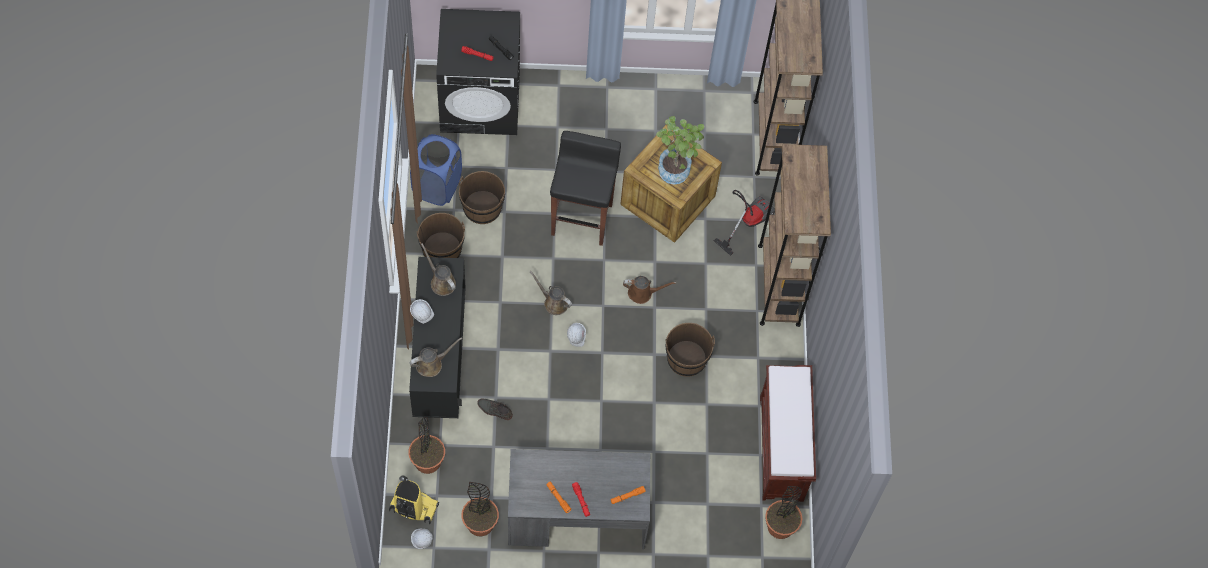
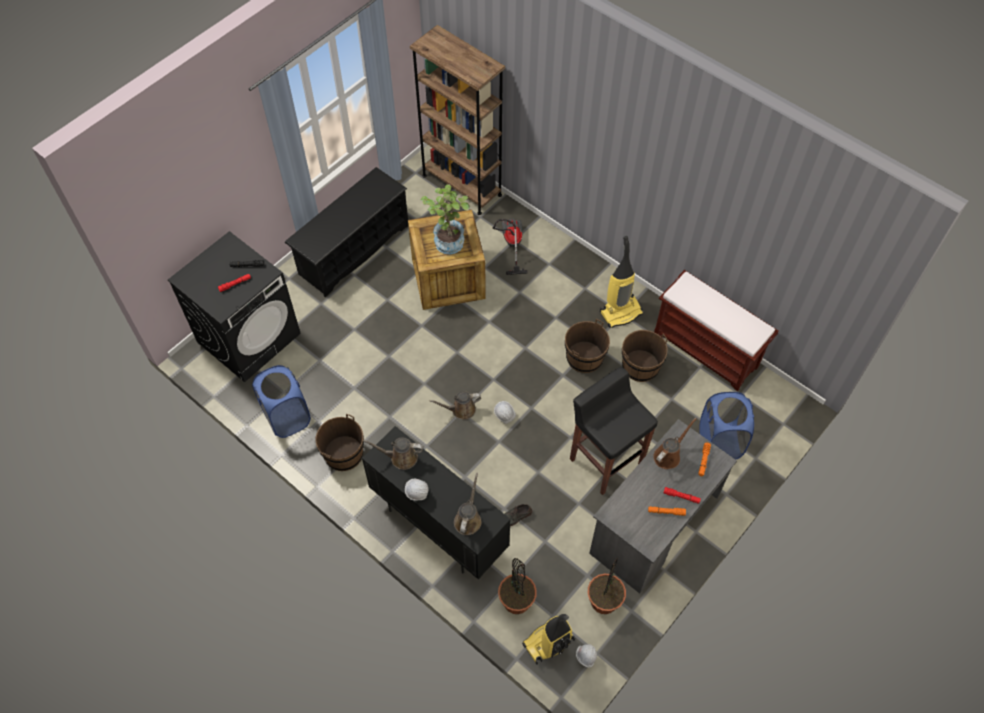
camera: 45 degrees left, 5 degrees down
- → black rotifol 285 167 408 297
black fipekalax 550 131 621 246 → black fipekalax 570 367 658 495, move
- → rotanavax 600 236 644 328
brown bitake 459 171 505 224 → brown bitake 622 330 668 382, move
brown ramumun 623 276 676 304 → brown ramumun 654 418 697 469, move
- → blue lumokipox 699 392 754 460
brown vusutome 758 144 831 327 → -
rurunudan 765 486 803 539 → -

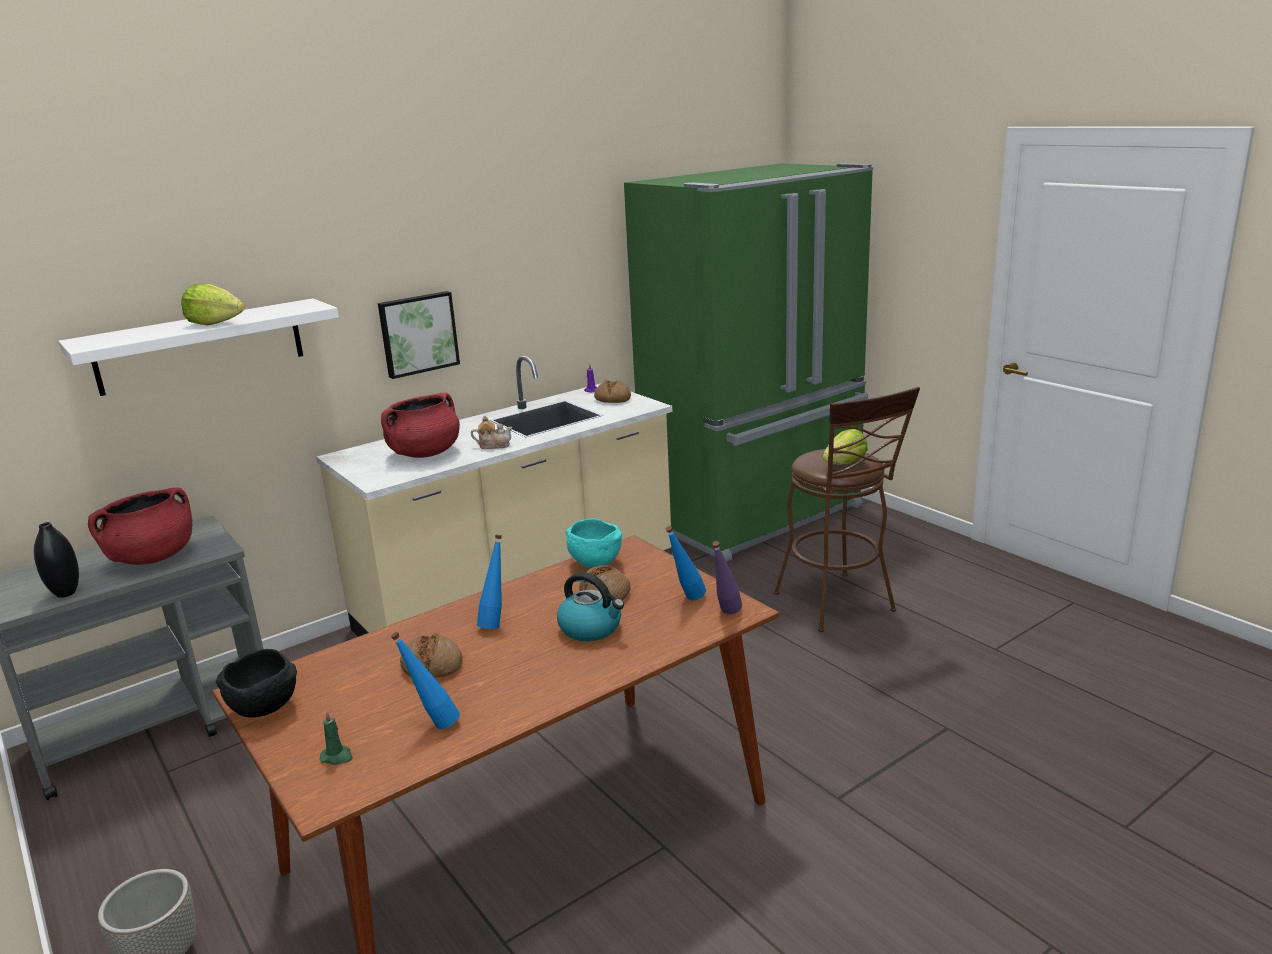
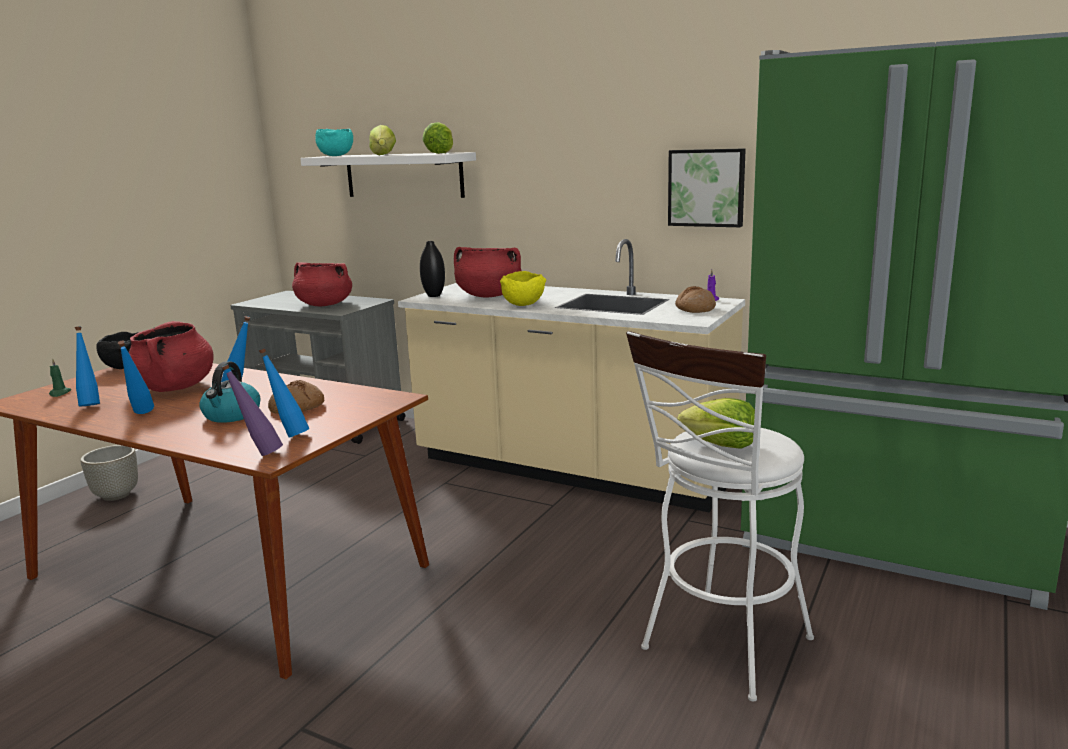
camera: 65 degrees right, 5 degrees down
- → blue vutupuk 118 341 154 414
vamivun 400 633 463 678 → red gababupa 129 321 214 392
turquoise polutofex 566 519 622 568 → turquoise polutofex 315 129 353 156, move
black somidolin 34 522 79 598 → black somidolin 420 241 445 297, move
- → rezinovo 423 122 453 154
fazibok 471 416 513 449 → yellow polutofex 500 271 546 306
brown fipekalax 774 387 920 632 → white fipekalax 626 331 814 702
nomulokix 378 291 460 379 → nomulokix 668 148 746 227, move

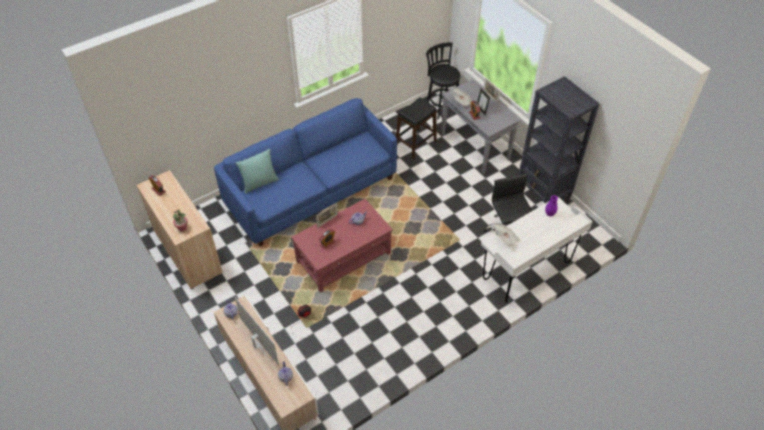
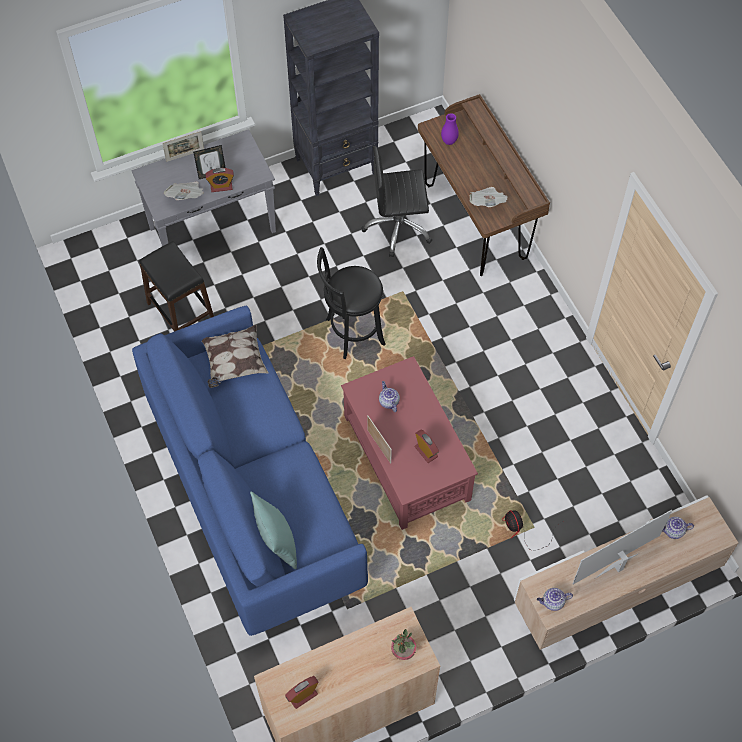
camera: 80 degrees left, 10 degrees up
- → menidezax 202 325 268 388
black fipekalax 426 42 460 120 → black fipekalax 317 247 385 359, move
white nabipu 481 197 593 302 → brown nabipu 418 94 550 276

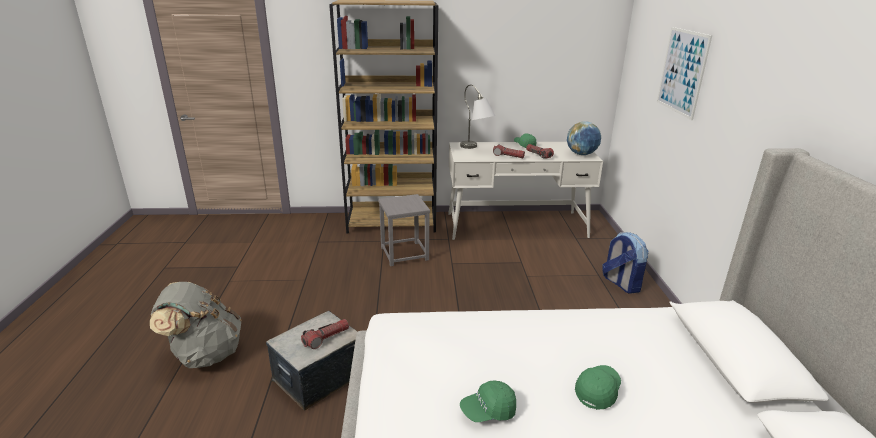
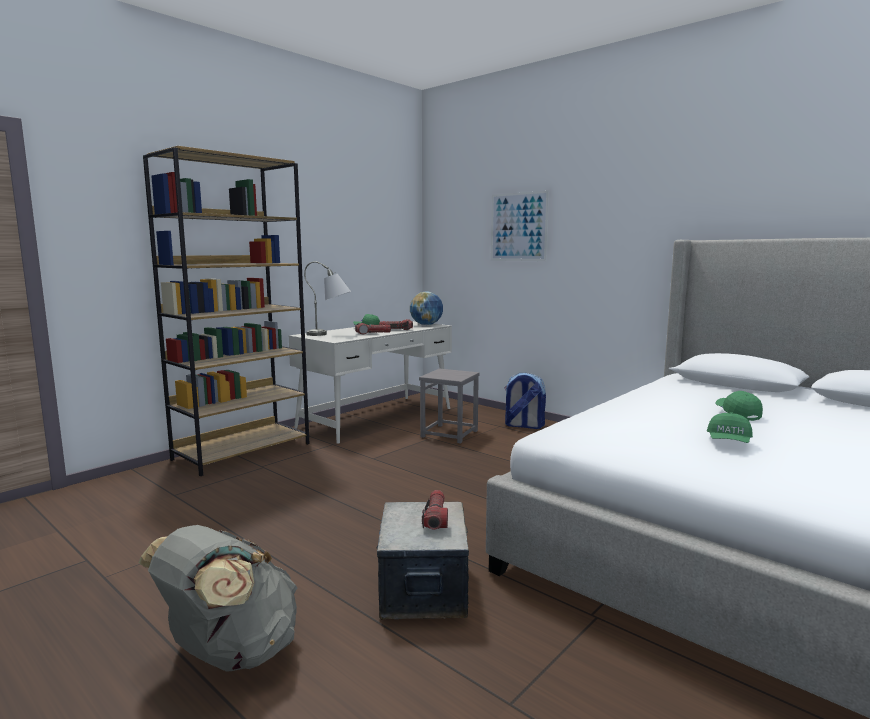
camera: 45 degrees left, 15 degrees down
grey fipekalax 378 194 430 266 → grey fipekalax 419 368 480 444, move

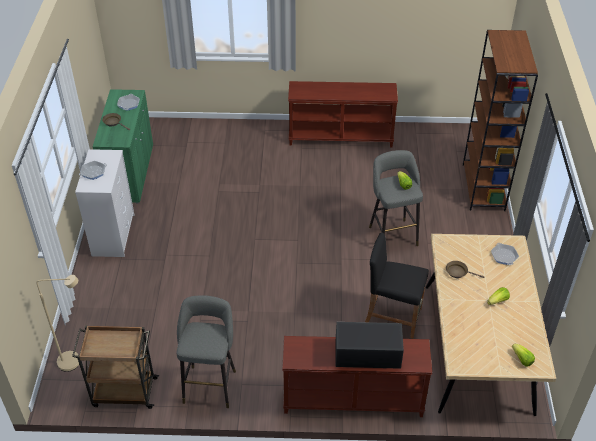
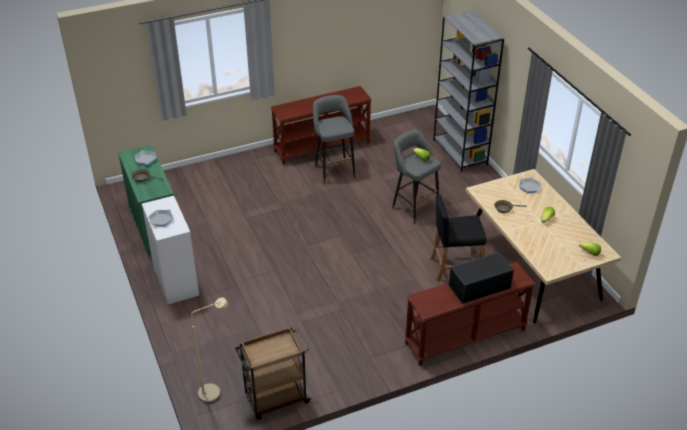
camera: 25 degrees left, 5 degrees down
grey fipekalax 177 295 236 408 → grey fipekalax 313 95 356 184, move
brown vusutome 463 30 538 211 → grey vusutome 433 11 504 173

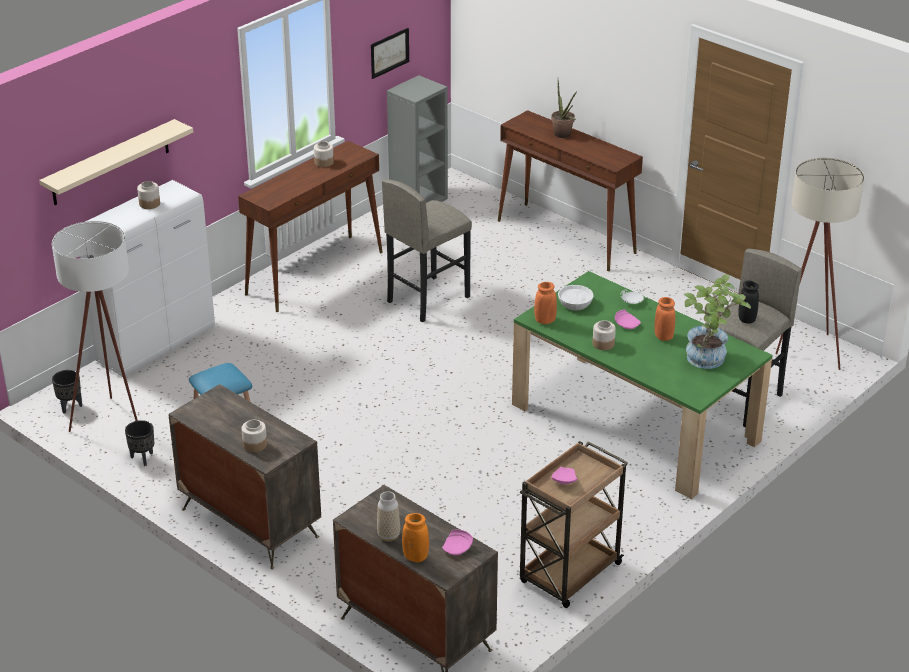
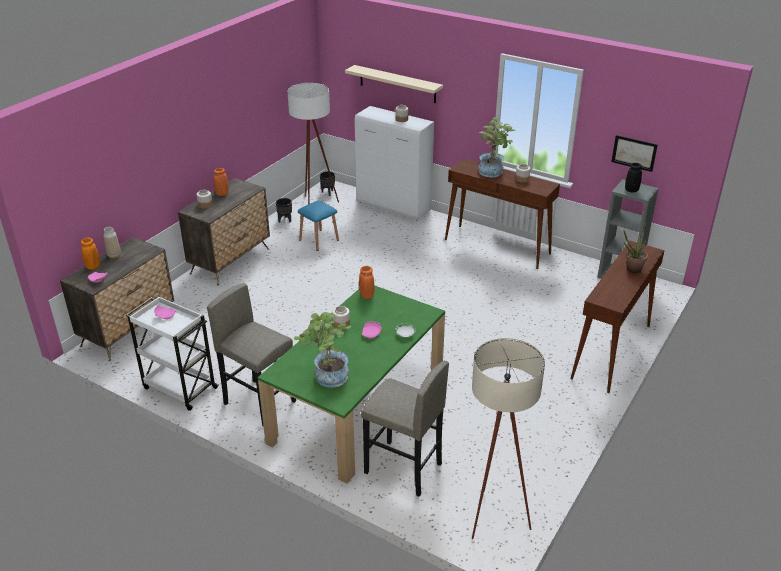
camera: 80 degrees right, 0 degrees up
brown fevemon 520 441 628 608 → white fevemon 126 296 219 411
grey fipekalax 382 179 472 322 → grey fipekalax 207 283 296 427, move
orange somidolin 654 297 675 341 → orange somidolin 213 168 229 196, move
- → rurunudan 479 117 517 177
black somidolin 738 280 759 324 → black somidolin 625 163 642 192, move
white polutofex 558 285 594 310 → -

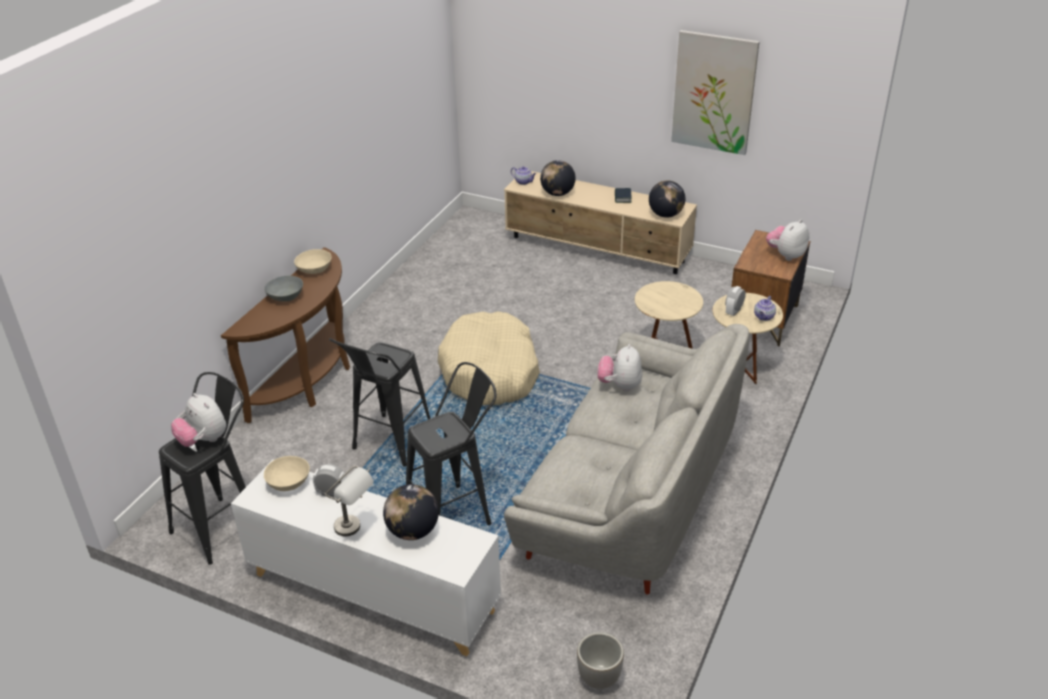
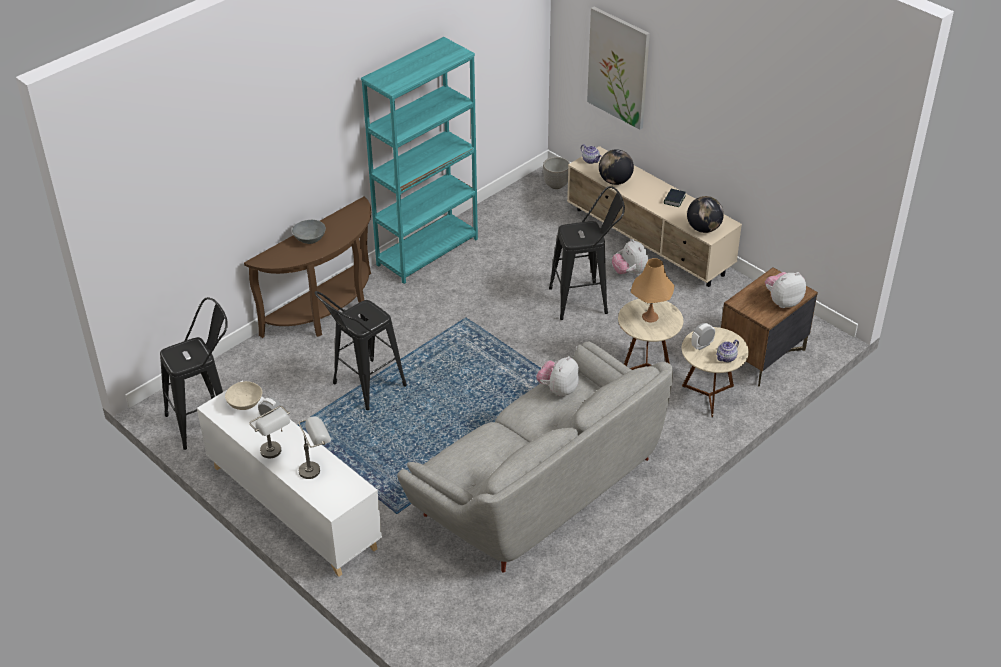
camera: 20 degrees right, 5 degrees up
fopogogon 383 484 439 540 → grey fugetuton 299 416 331 479
- → turquoise vusutome 361 37 478 284
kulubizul 577 632 624 689 → kulubizul 543 157 570 189, move
black fipekalax 406 362 497 525 → black fipekalax 549 186 625 320, move
nomulokix 671 30 760 155 → nomulokix 587 7 650 130, move
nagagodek 171 393 226 447 → nagagodek 612 239 649 275, move
- → orange fugetuton 631 258 675 323
beige polutofex 294 249 332 274 → -
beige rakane 438 311 540 405 → -

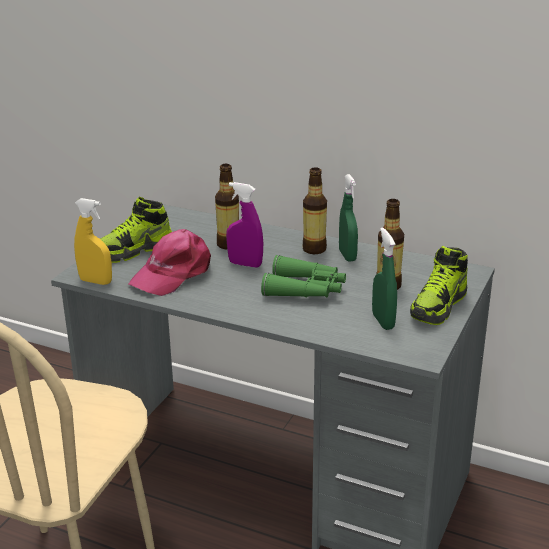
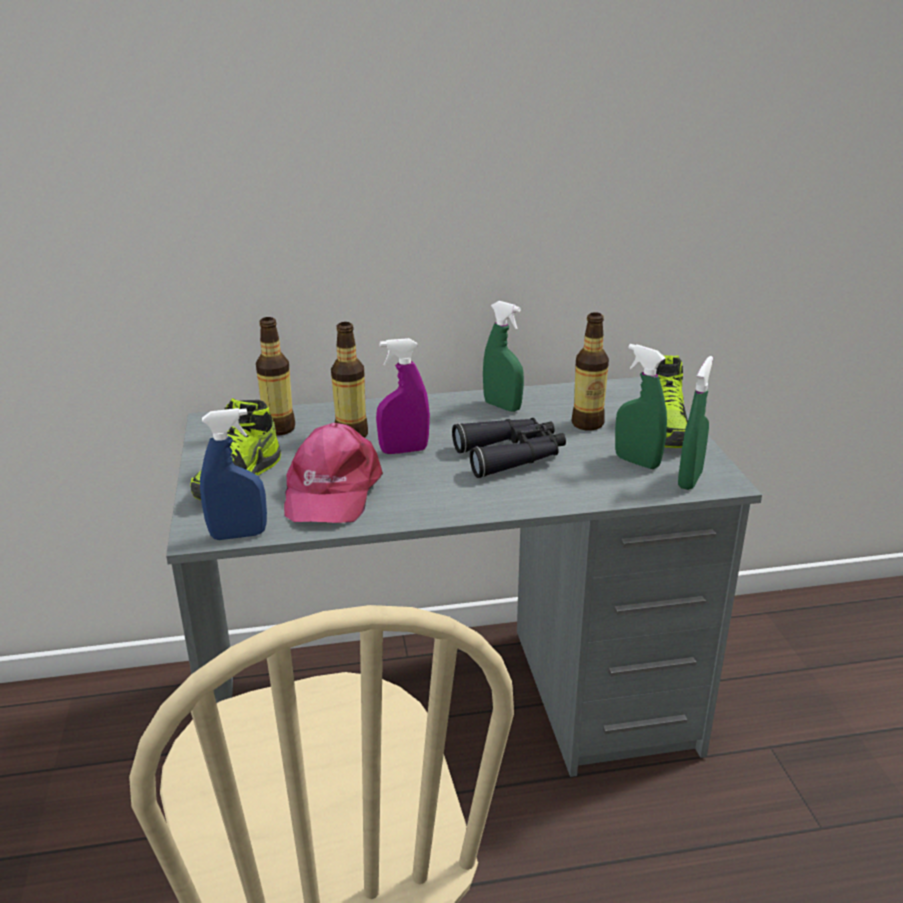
camera: 35 degrees left, 0 degrees up
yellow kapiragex 74 198 112 285 → blue kapiragex 200 408 267 540
vutupuk 302 167 327 254 → vutupuk 256 317 295 436, move
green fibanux 261 255 346 297 → black fibanux 452 418 566 478
- → green kapiragex 678 356 713 490

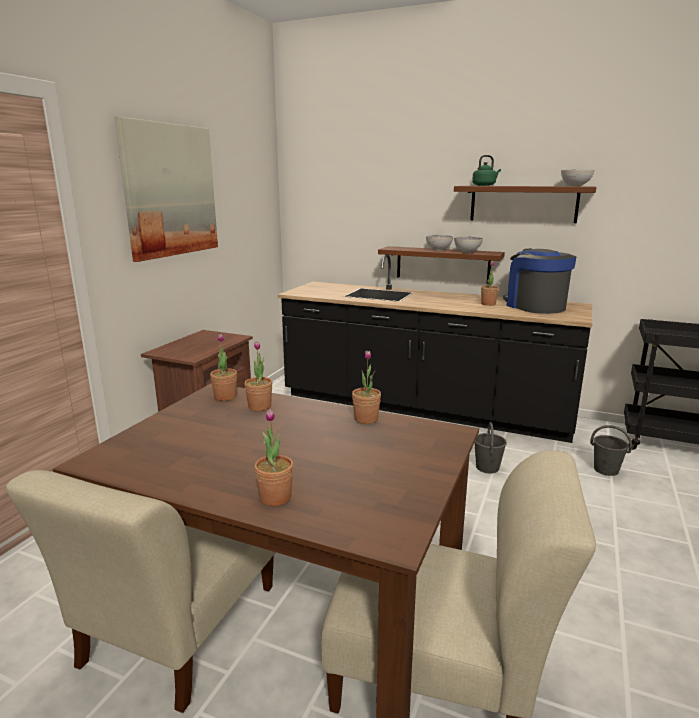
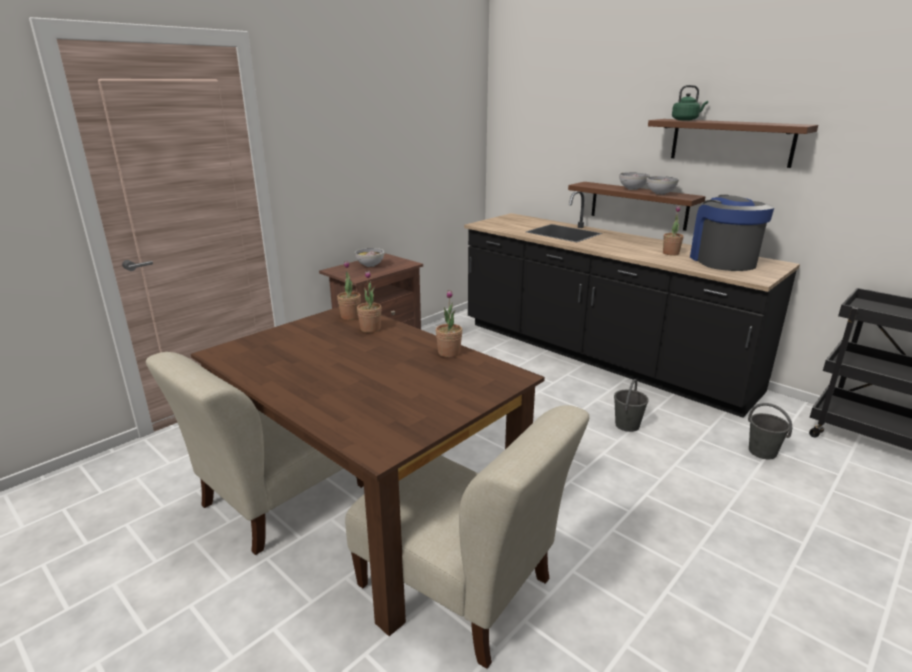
camera: 20 degrees right, 5 degrees up
polutofex 561 170 594 186 → polutofex 355 248 384 267, move
nomulokix 114 117 218 262 → -
rurunudan 254 409 293 506 → -

